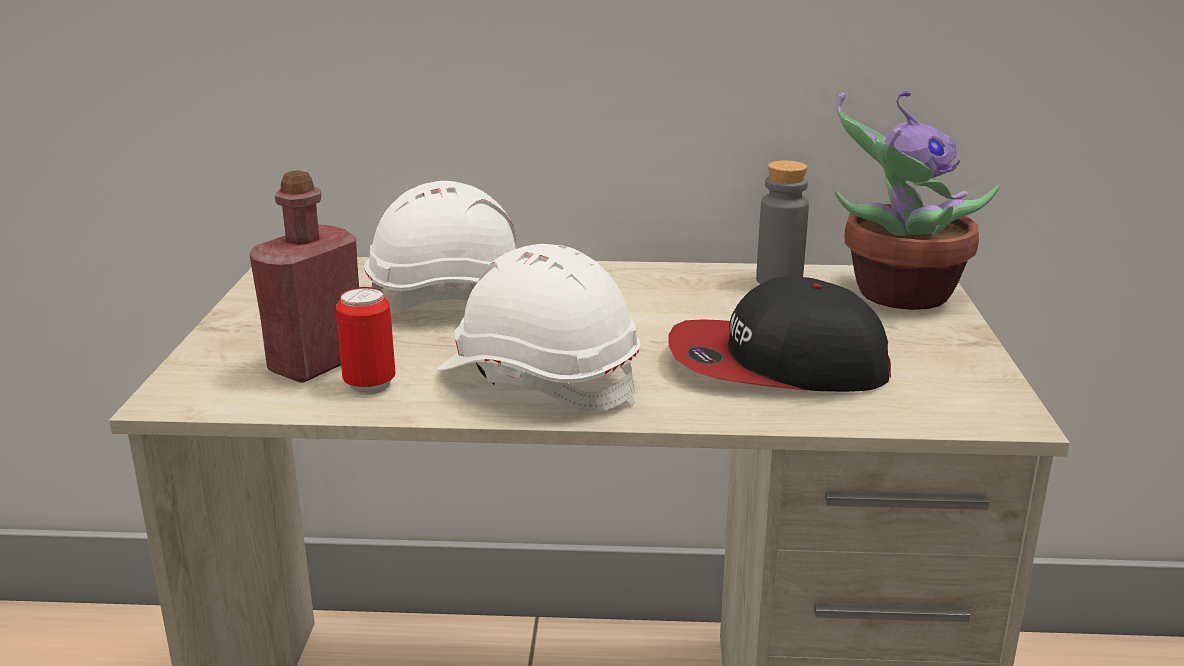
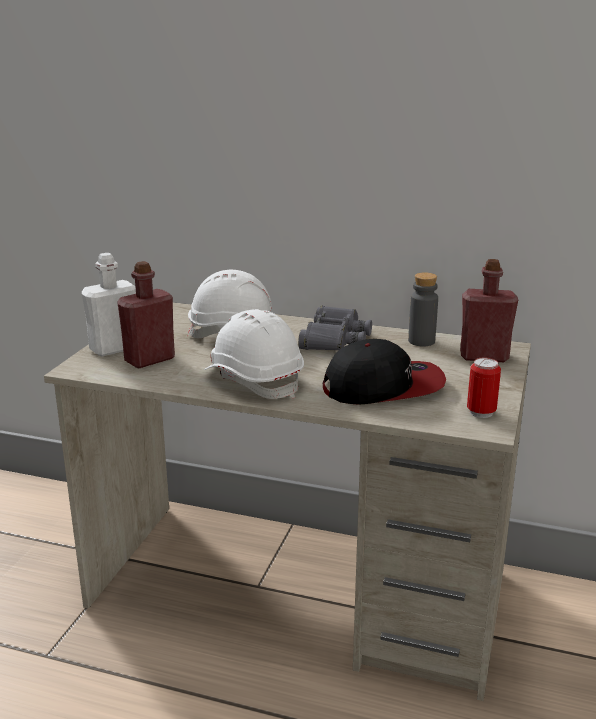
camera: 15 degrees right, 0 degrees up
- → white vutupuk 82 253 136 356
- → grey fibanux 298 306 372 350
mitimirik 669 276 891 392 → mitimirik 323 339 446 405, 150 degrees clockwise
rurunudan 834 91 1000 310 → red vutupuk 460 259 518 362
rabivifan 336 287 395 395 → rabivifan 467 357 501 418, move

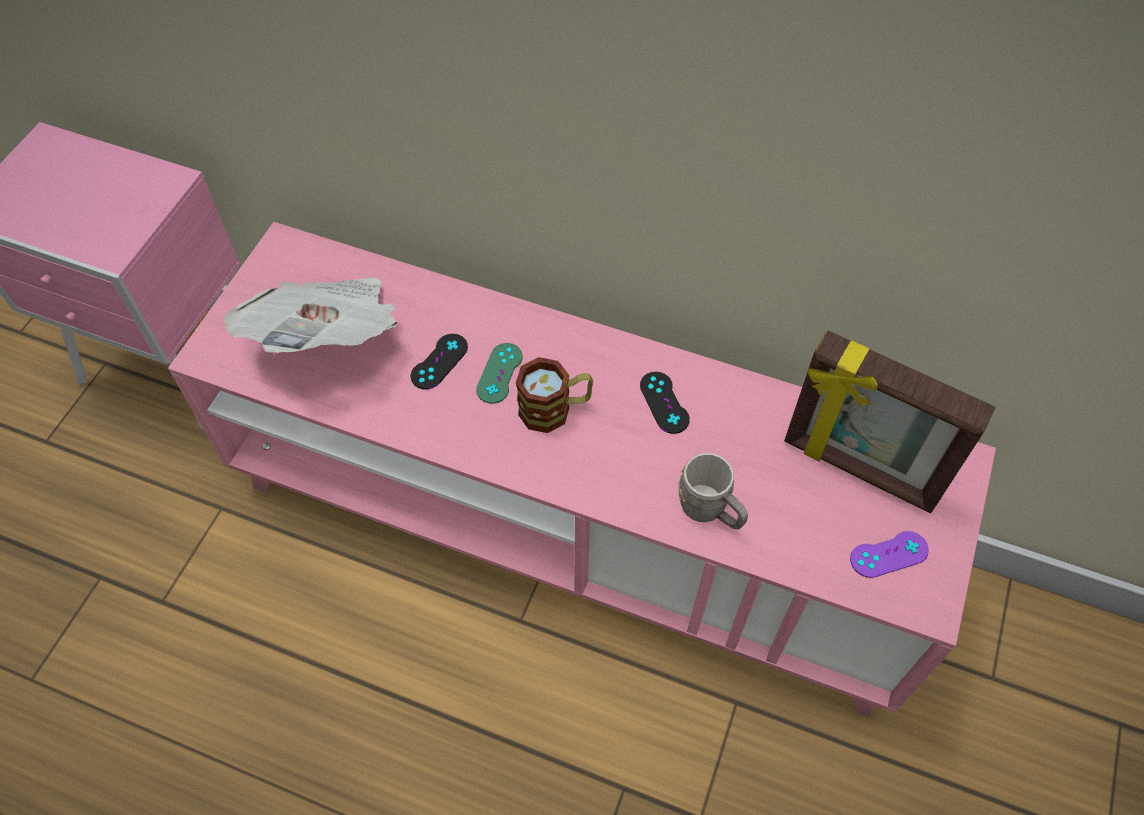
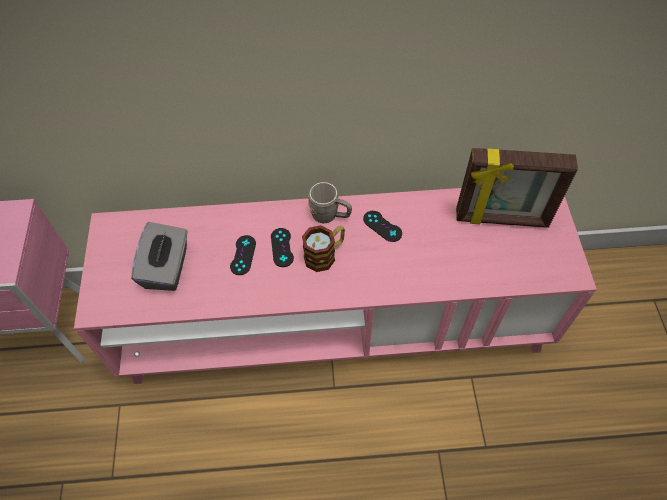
camera: 25 degrees left, 0 degrees up
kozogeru 224 277 398 353 → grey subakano 131 222 188 291
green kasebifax 476 343 523 404 → black kasebifax 271 228 294 267
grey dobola 679 453 748 529 → grey dobola 308 182 352 223, move
purple kasebifax 850 531 929 578 → -

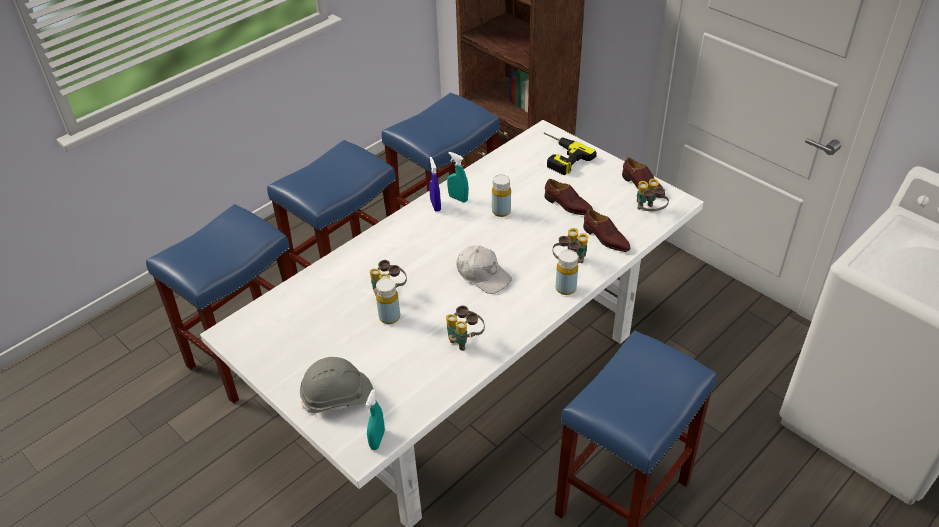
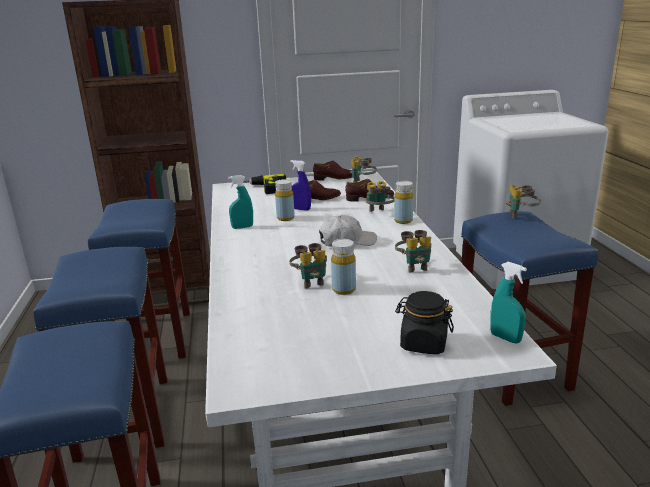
camera: 55 degrees left, 20 degrees down
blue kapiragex 429 157 441 212 → blue kapiragex 290 160 311 210, move
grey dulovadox 300 357 373 413 → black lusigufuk 395 291 454 354
- → fibanux 506 185 541 218

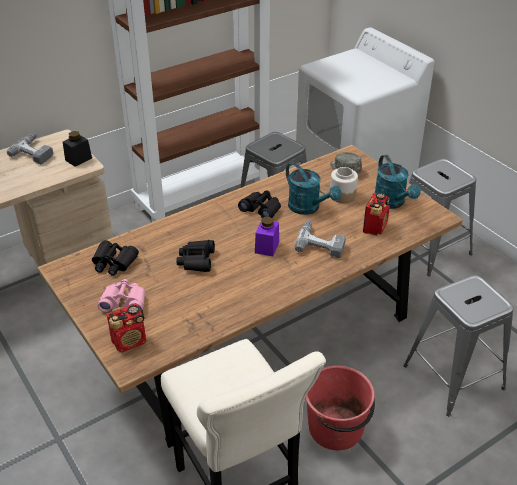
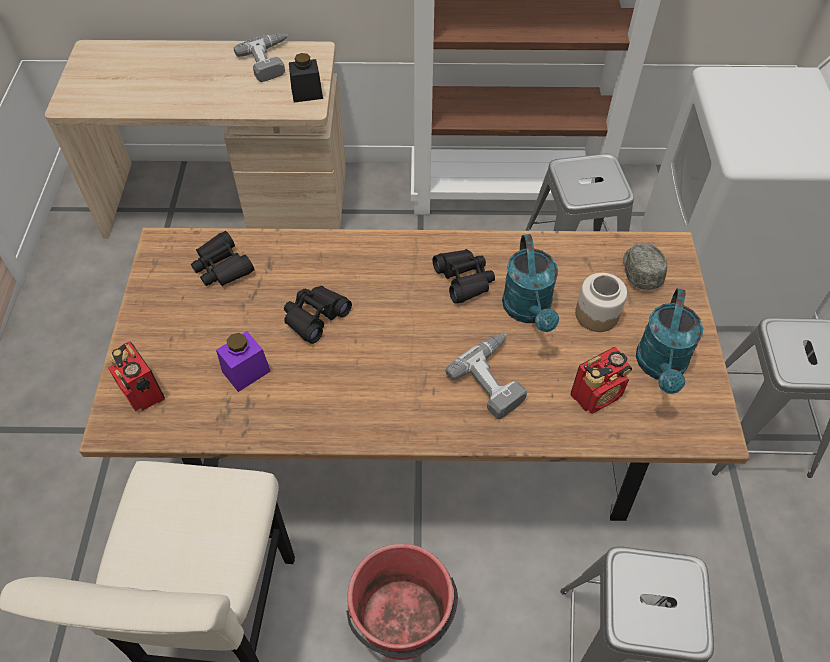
camera: 35 degrees right, 15 degrees up
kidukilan 107 303 146 352 → kidukilan 108 341 165 411, 45 degrees clockwise
purple lusigufuk 255 217 279 256 → purple lusigufuk 216 331 271 392, move
pink fibanux 98 279 145 312 → -

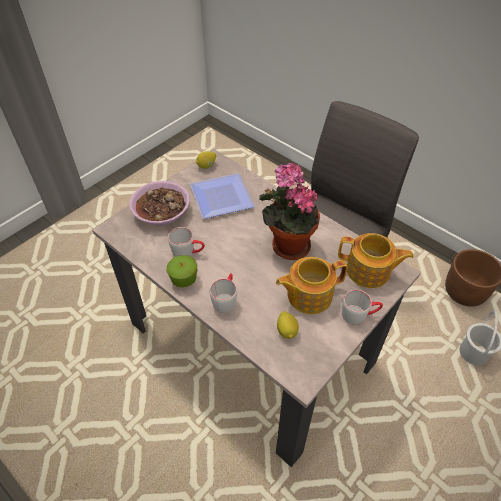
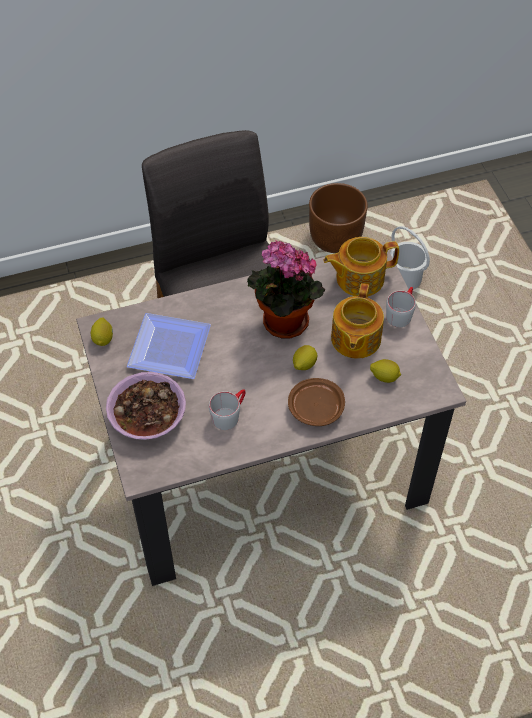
camera: 60 degrees left, 5 degrees up
grey dobola 209 273 237 313 → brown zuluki 288 378 345 426
- → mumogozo 293 345 317 370
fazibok 338 233 414 288 → fazibok 324 237 399 296, 150 degrees counterclockwise
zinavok 166 255 197 287 → -

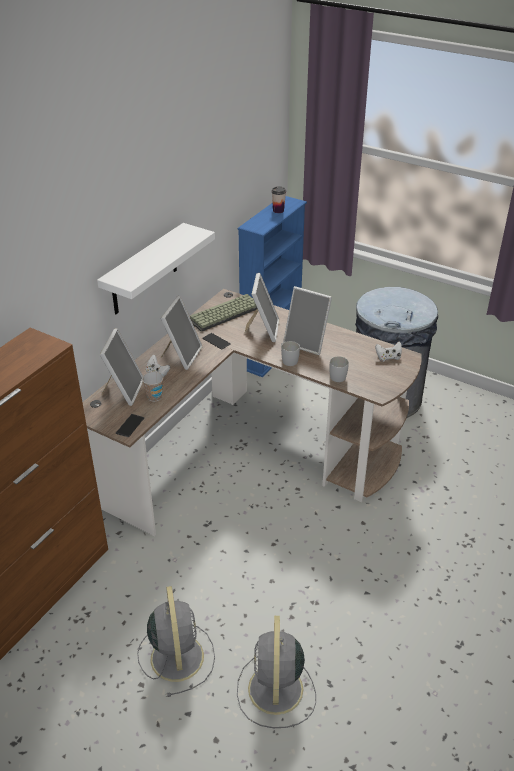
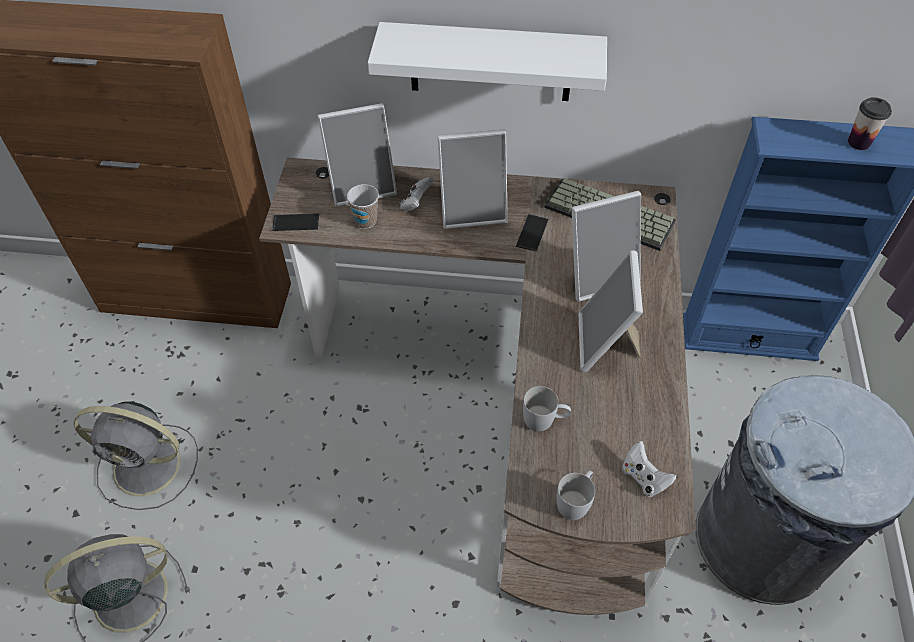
camera: 65 degrees right, 15 degrees up
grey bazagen 137 586 215 697 → grey bazagen 74 401 198 510, 45 degrees clockwise
white dobola 281 341 300 366 → white dobola 557 470 595 520, move

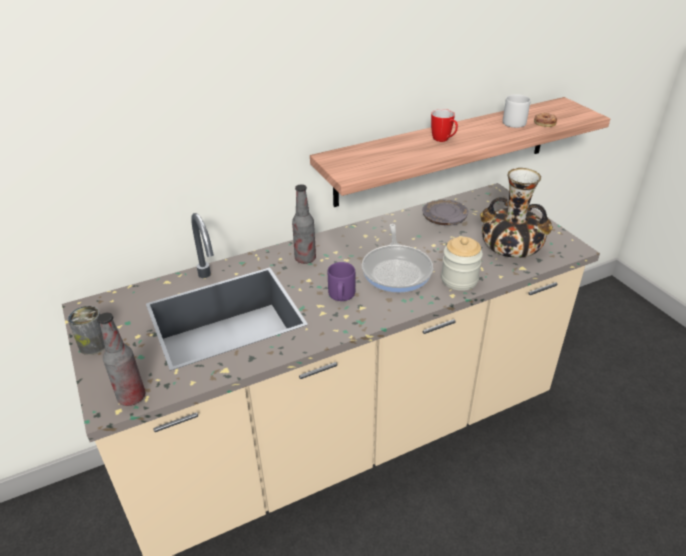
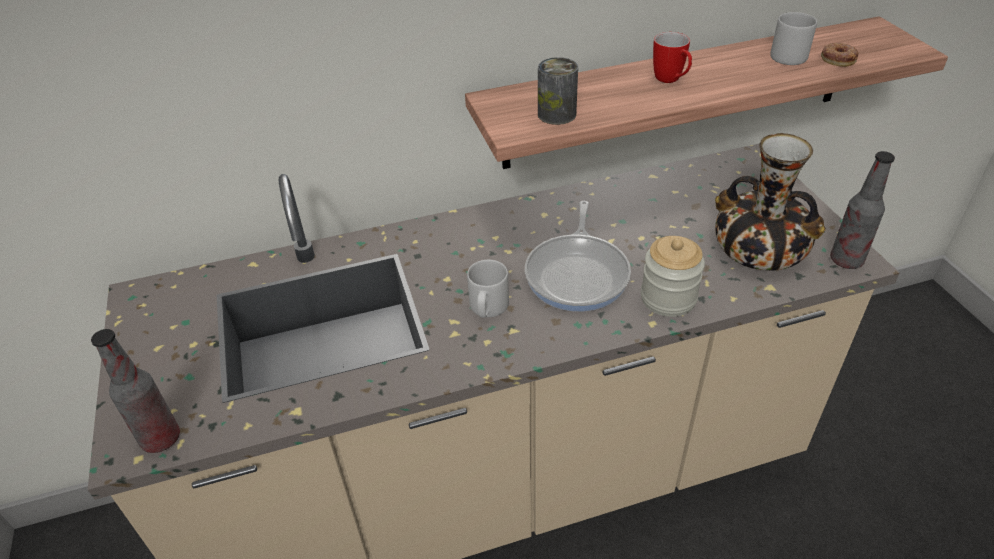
camera: 10 degrees right, 5 degrees up
purple dobola 328 262 355 301 → grey dobola 467 260 509 318
rabivifan 68 306 105 355 → rabivifan 538 57 578 125, move
vutupuk 292 184 316 264 → vutupuk 830 151 895 269, move
grey zuluki 422 200 468 226 → -

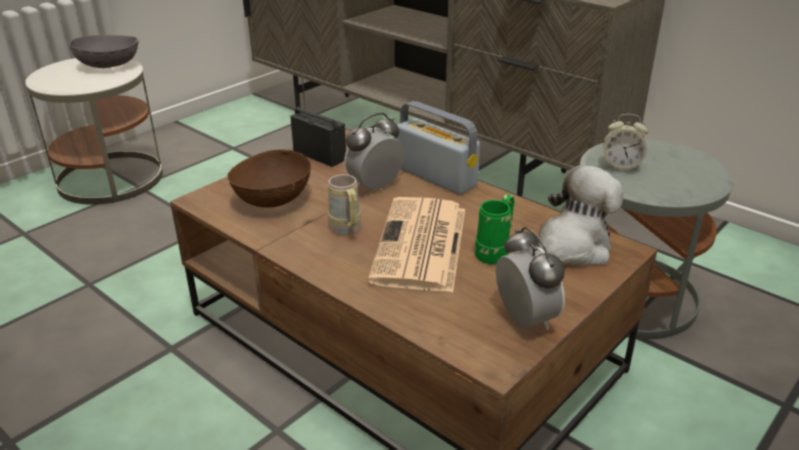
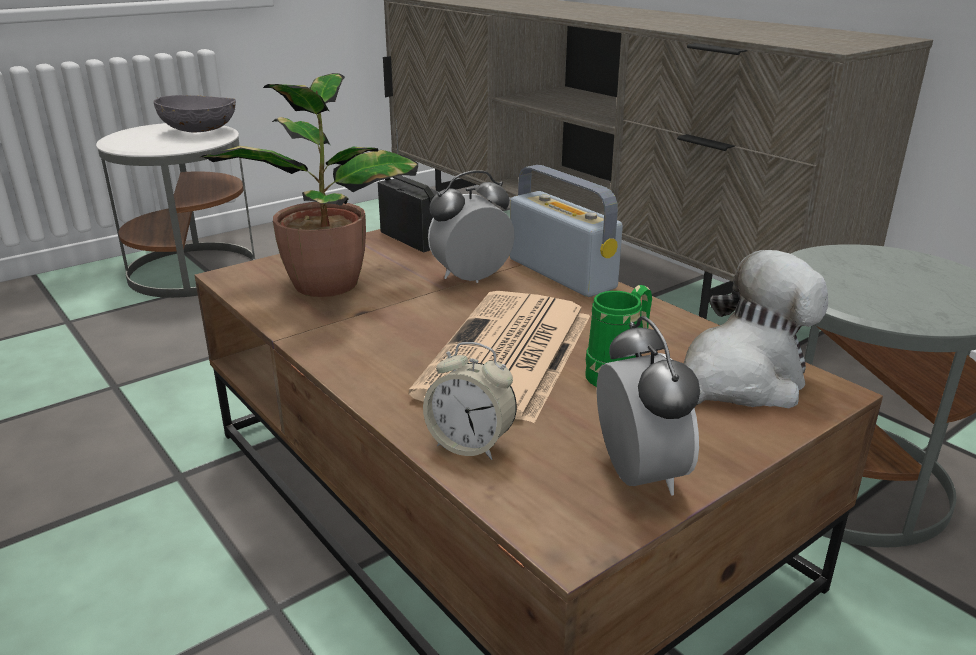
camera: 10 degrees right, 5 degrees down
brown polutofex 227 149 311 208 → rurunudan 201 73 418 297
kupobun 603 114 648 171 → kupobun 423 342 517 460, move
beige dobola 328 174 361 235 → -

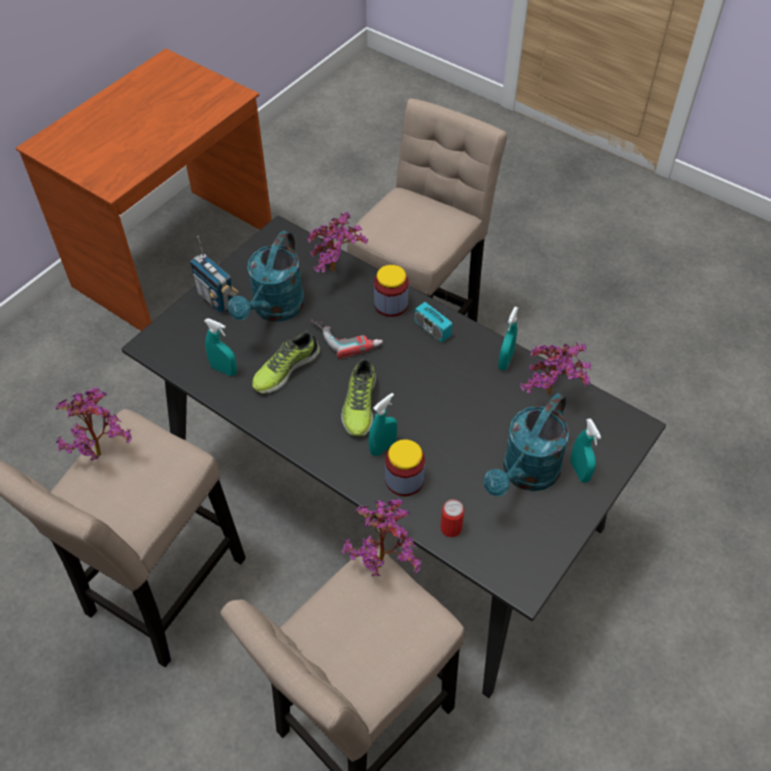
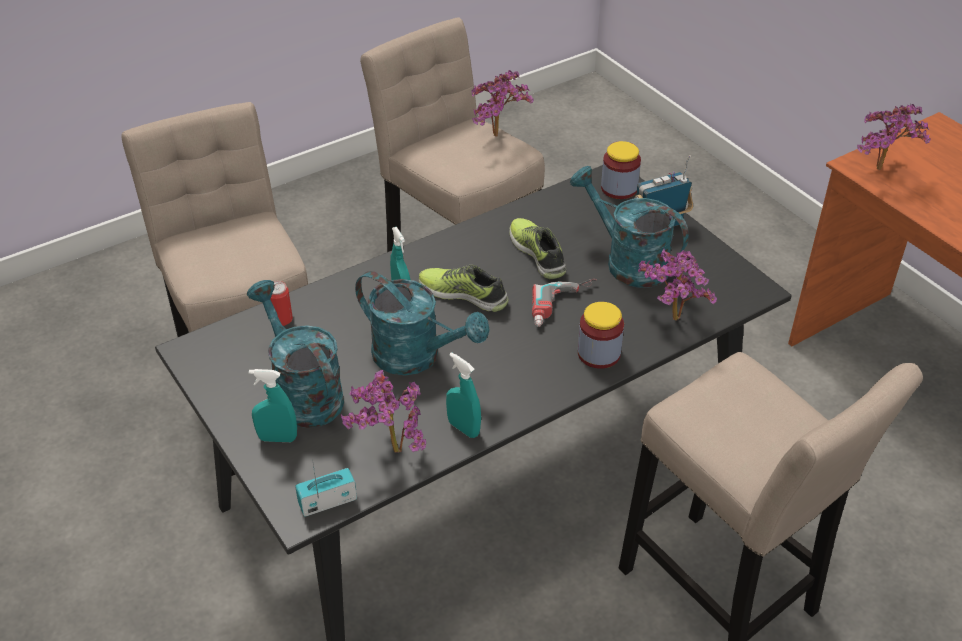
camera: 110 degrees right, 10 degrees down
kidukilan 414 291 453 343 → kidukilan 295 459 357 517, move
- → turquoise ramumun 355 271 490 376
lusigufuk 385 439 425 496 → lusigufuk 601 141 641 199, move
rurunudan 342 499 421 577 → rurunudan 857 103 930 171, move
turquoise kapiragex 204 318 237 376 → -

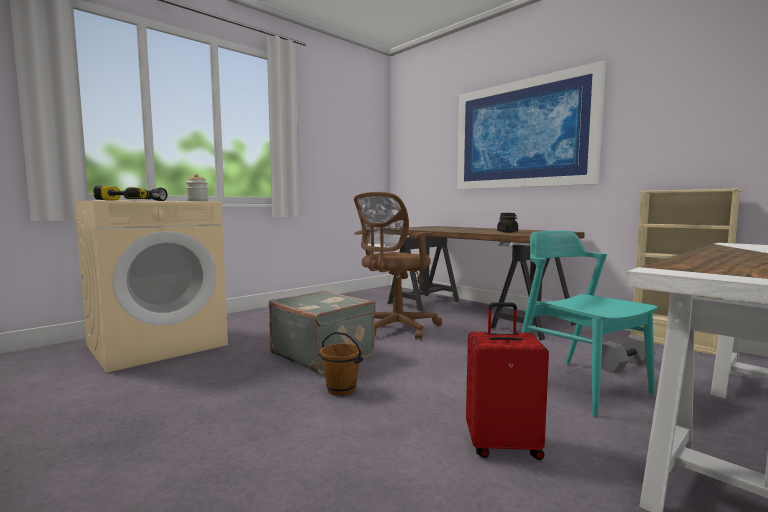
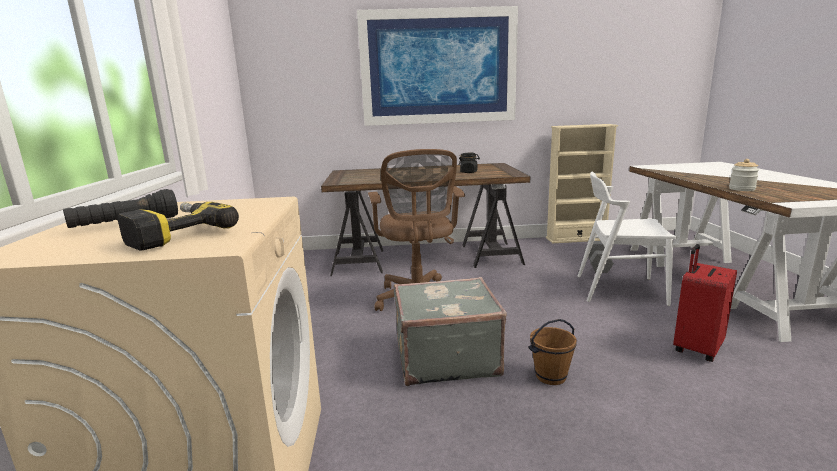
camera: 50 degrees left, 10 degrees up
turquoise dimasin 522 231 658 417 → white dimasin 578 172 677 306
lusigufuk 186 174 208 201 → lusigufuk 729 159 759 191, move

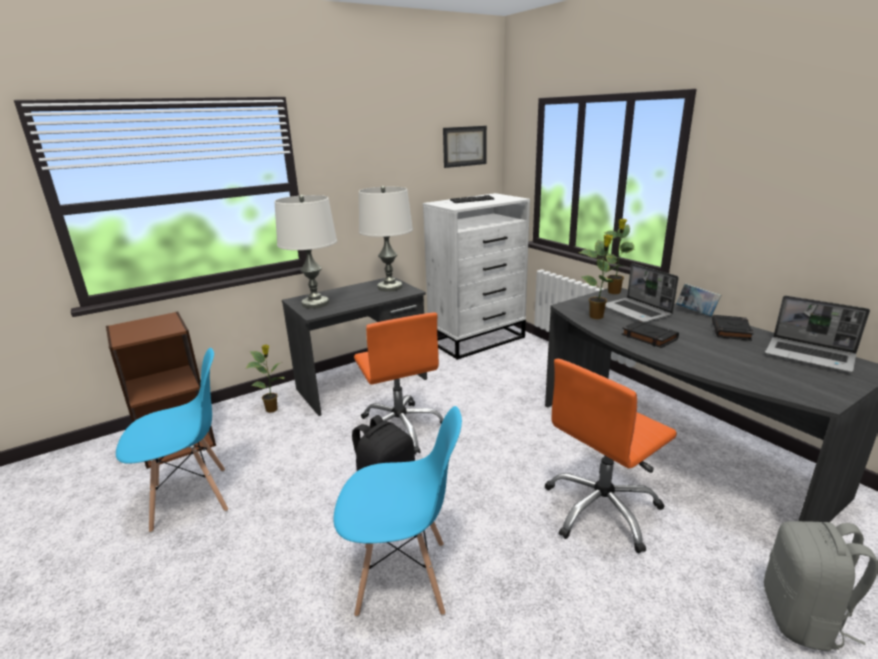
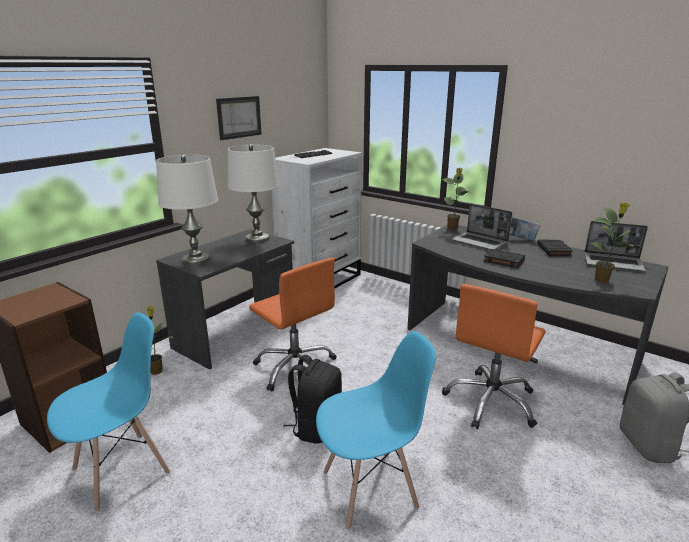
camera: 20 degrees left, 0 degrees up
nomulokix 443 126 487 168 → nomulokix 216 96 262 140, move
rurunudan 579 235 623 319 → rurunudan 590 203 634 283, move

